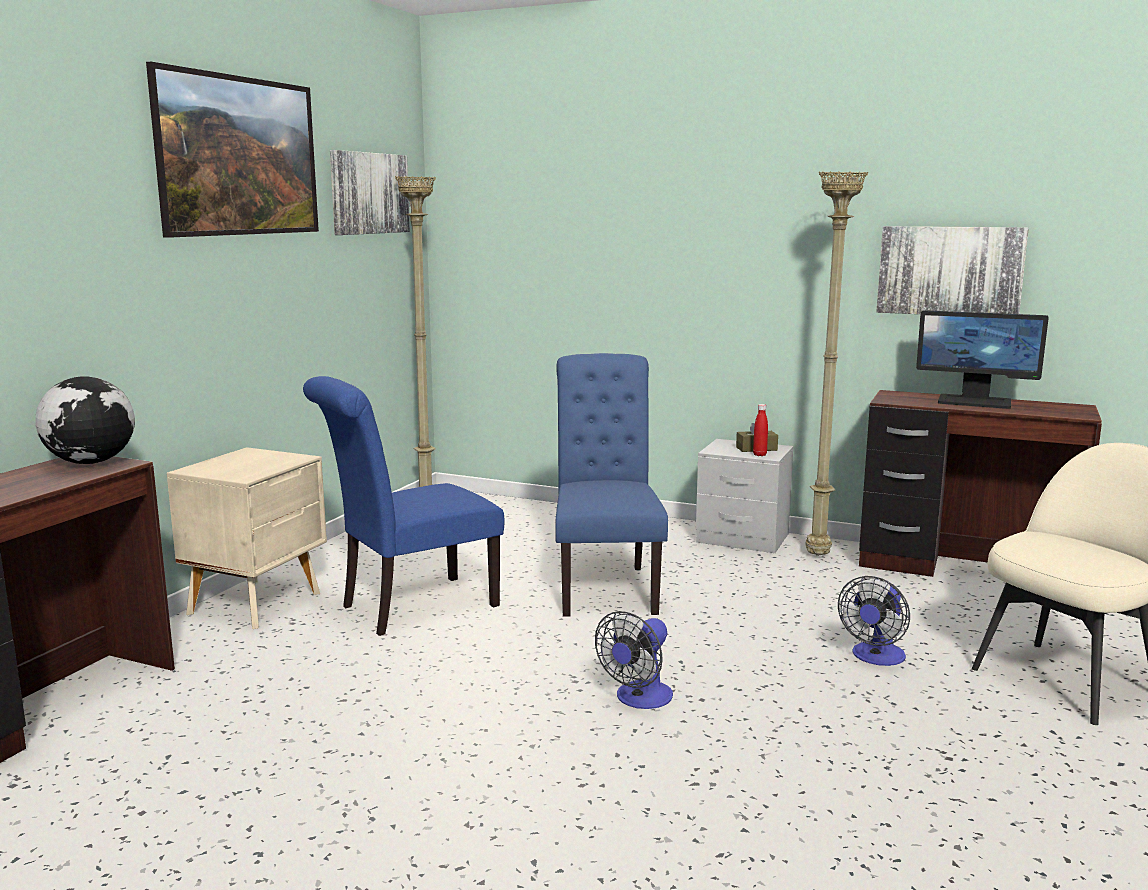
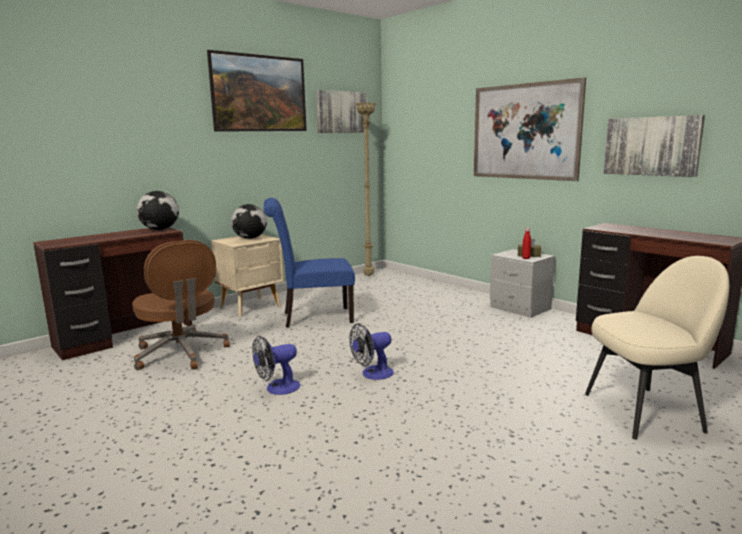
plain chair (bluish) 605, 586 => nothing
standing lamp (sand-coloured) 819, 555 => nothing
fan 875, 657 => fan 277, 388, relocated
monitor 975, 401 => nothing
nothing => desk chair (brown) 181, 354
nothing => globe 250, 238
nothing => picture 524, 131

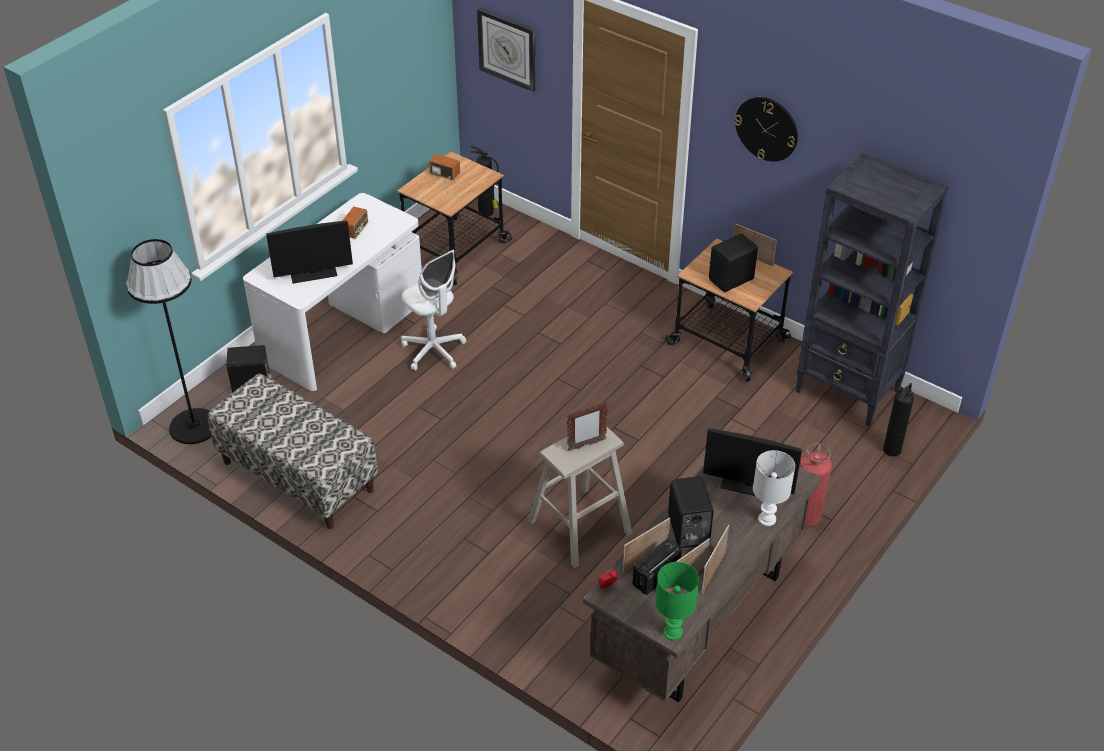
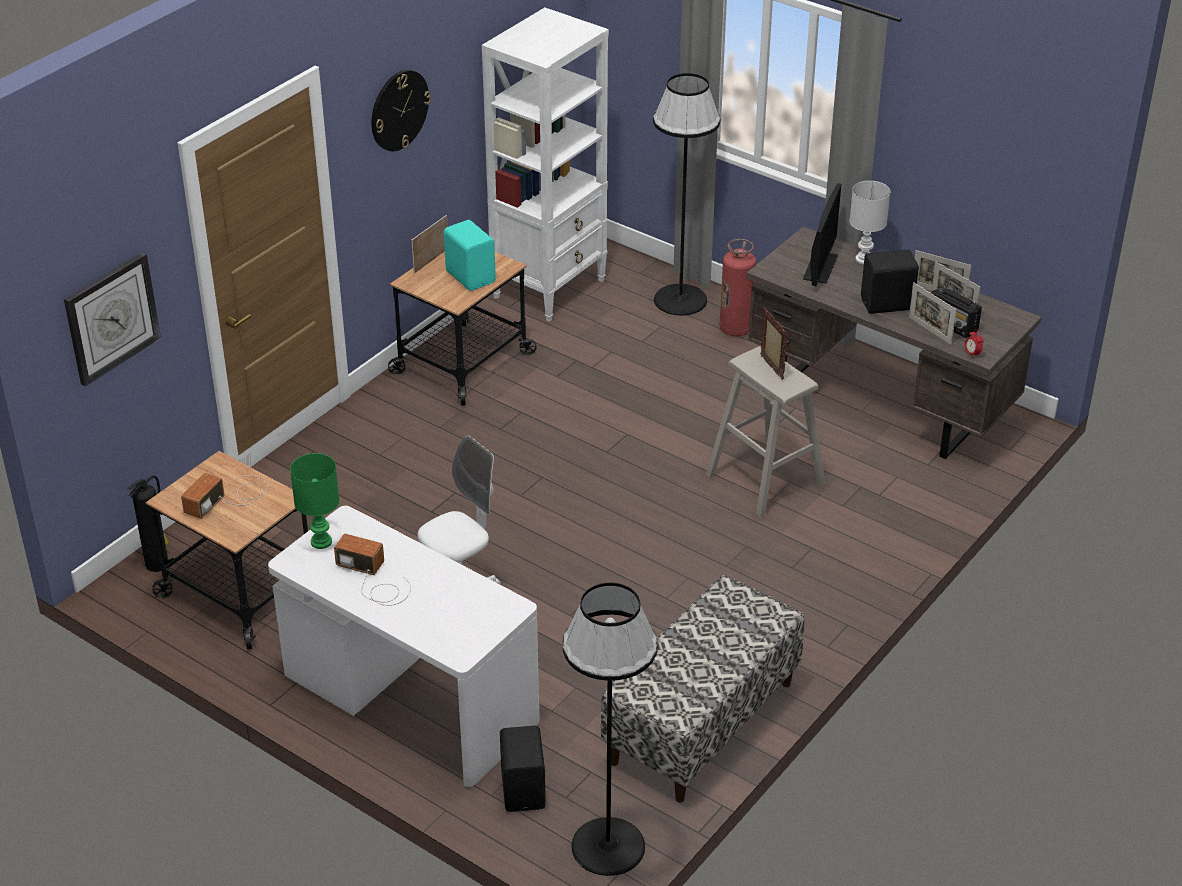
monitor 313, 273 => nothing
lamp for a table (green) 672, 633 => lamp for a table (green) 321, 542, relocated
loudspeaker (black) 732, 280 => loudspeaker (blue-green) 471, 276
bookshelf (black) 848, 391 => bookshelf (white-coloured) 550, 288
fire extinguisher 892, 449 => nothing
nothing => standing lamp (black) 680, 300

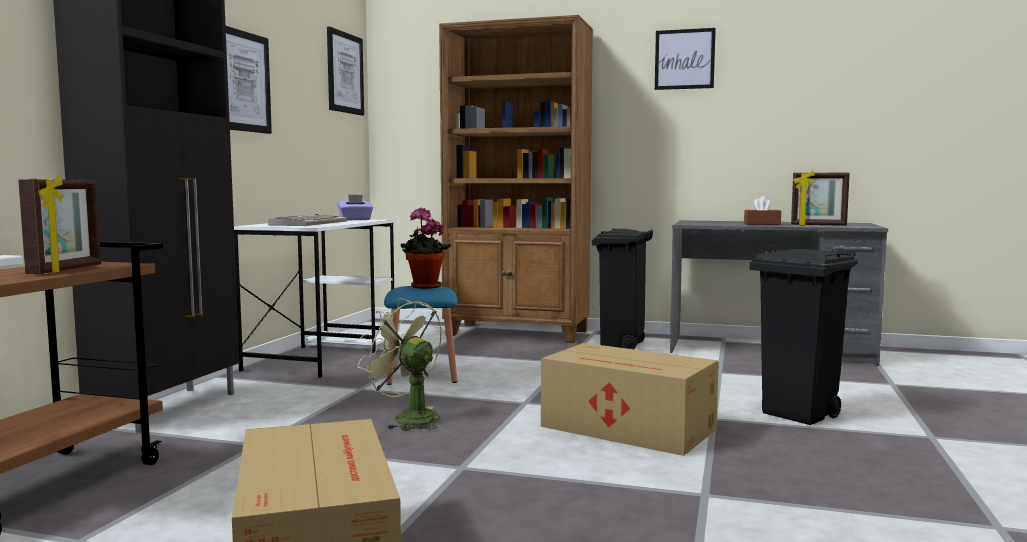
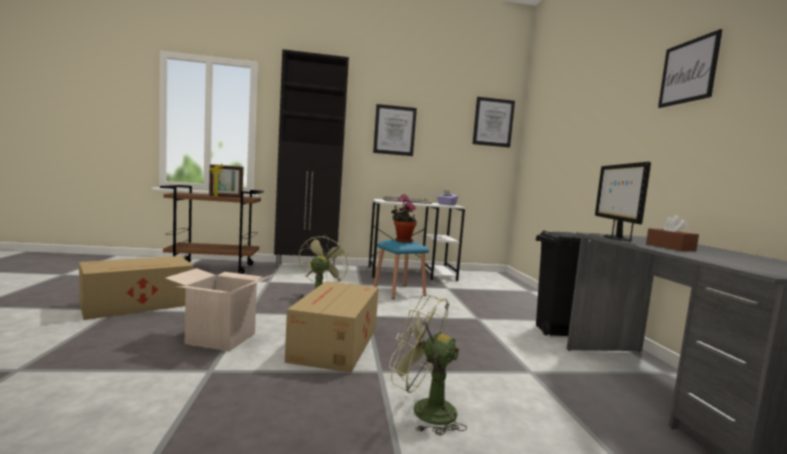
bookshelf (brown) 518, 333 => nothing
trash can (black) 799, 415 => fan (green) 424, 410
photo frame 818, 225 => nothing
nothing => cardboard box 221, 338
nothing => monitor 615, 238

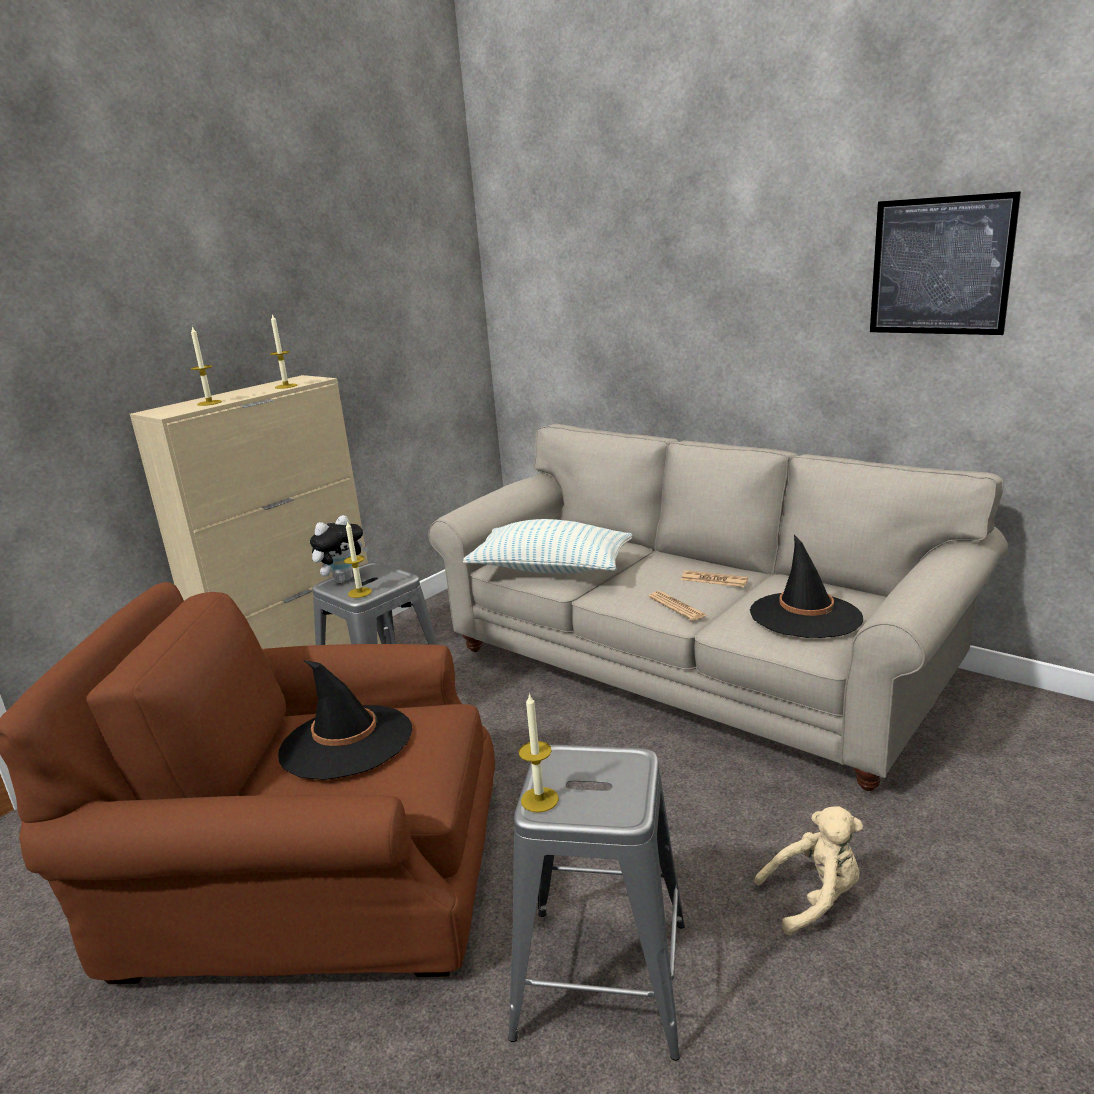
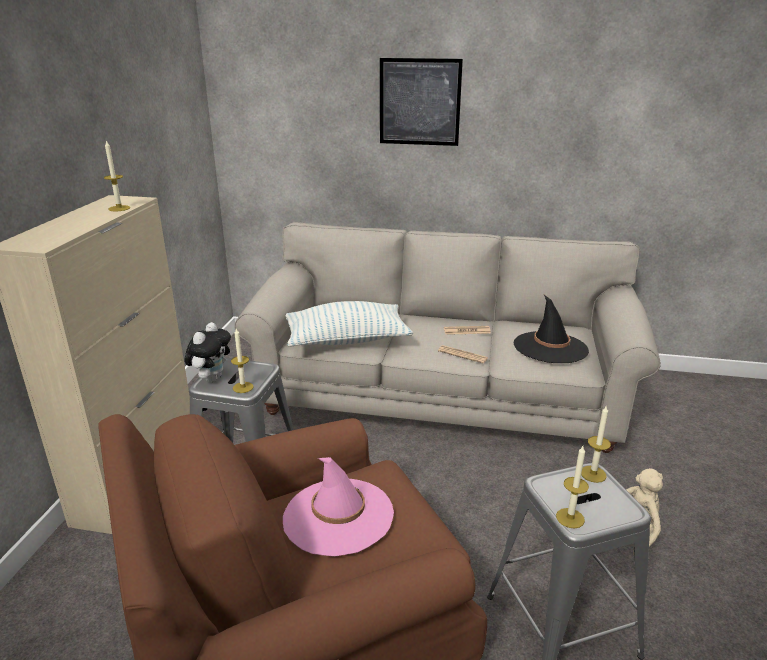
wax light 209, 403 => wax light 593, 474, relocated
clothing hat (black) 346, 742 => clothing hat (pink-coloured) 338, 516
picture 940, 266 => picture 419, 102, relocated

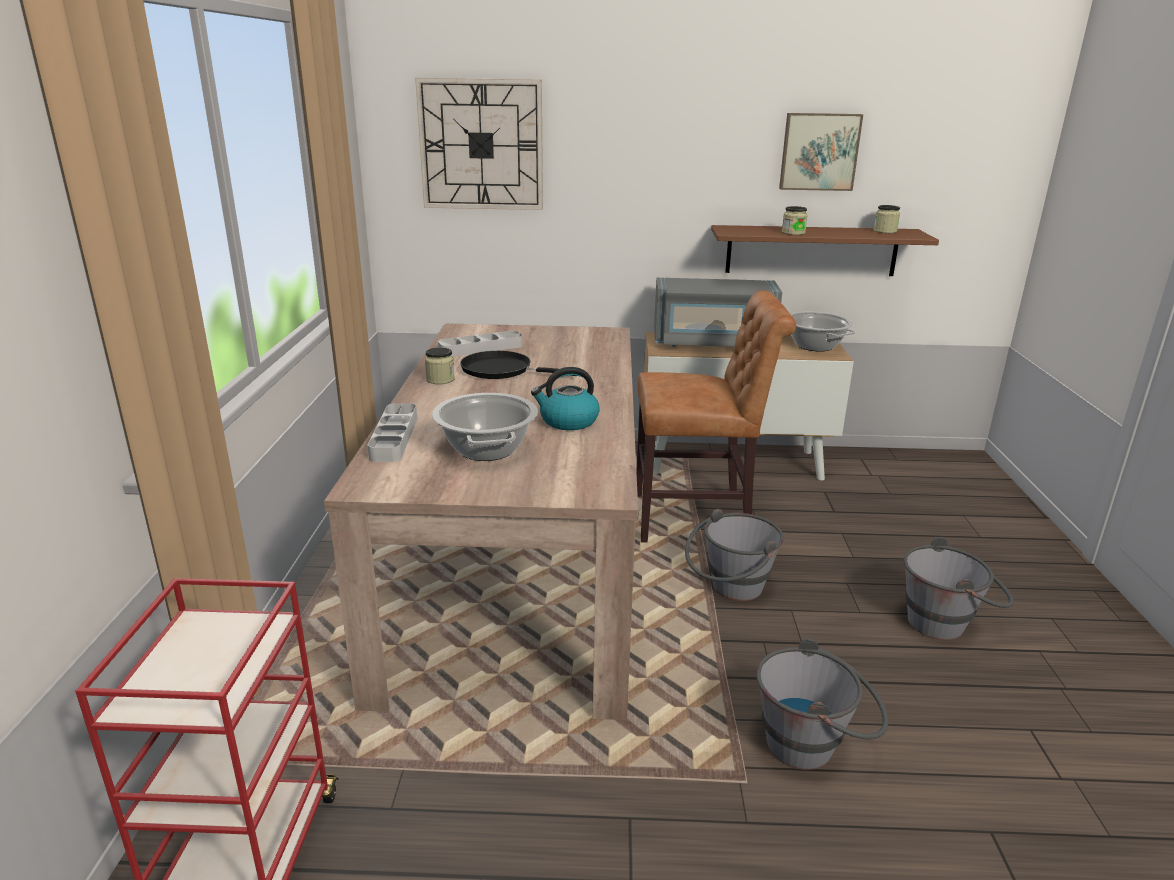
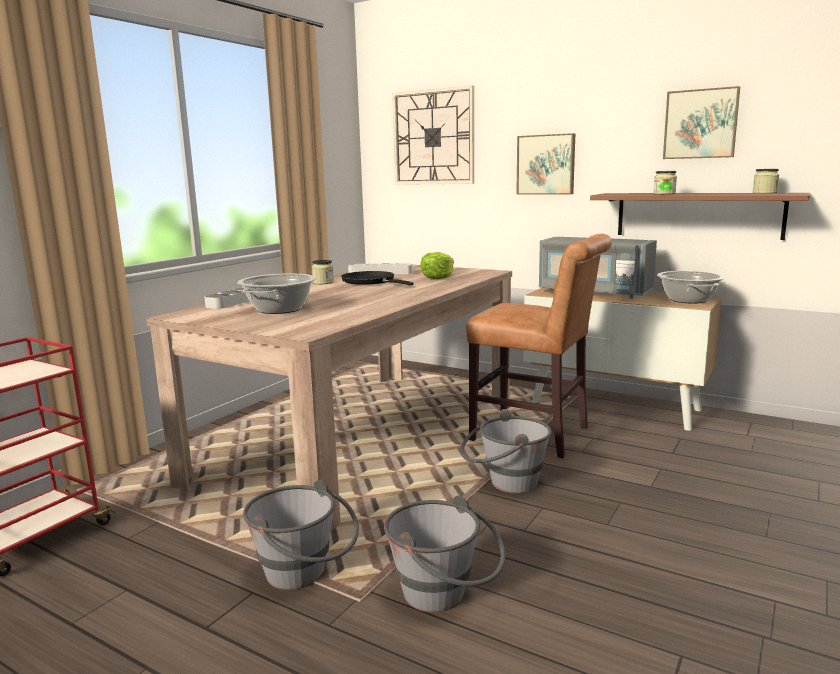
kettle 568, 421 => nothing
bucket (greyish) 947, 623 => bucket (greyish) 305, 576, relocated
nothing => head of lettuce 438, 277
nothing => picture 546, 164

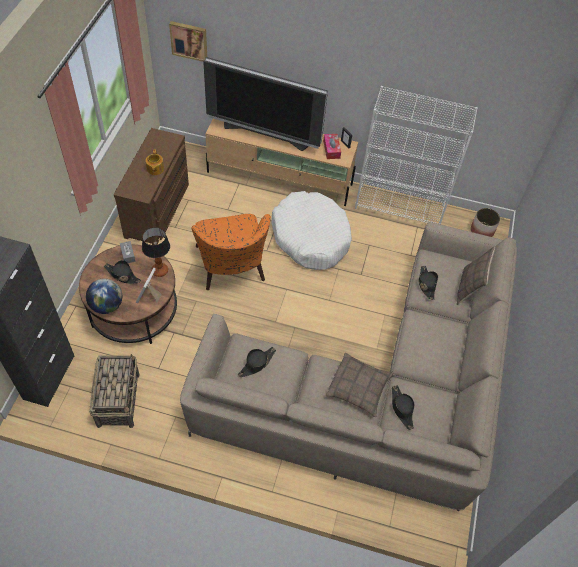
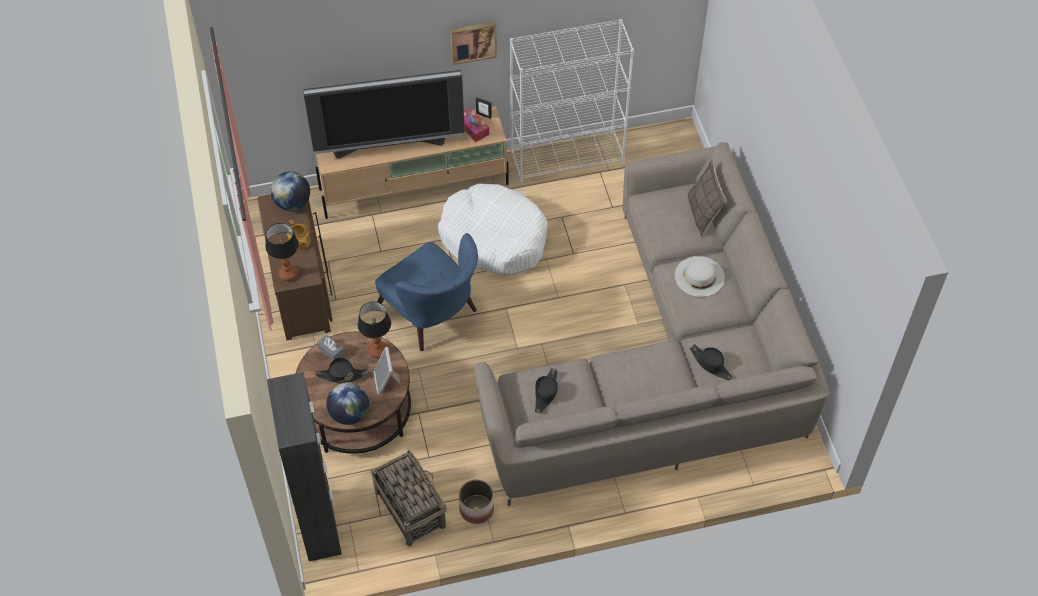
picture 189, 40 => picture 473, 41, relocated
easy chair (orange) 231, 270 => easy chair (bluish) 433, 316
cushion 358, 387 => nothing
clothing hat (black) 426, 284 => nothing
plant pot 482, 231 => plant pot 477, 509, relocated
nothing => lamp for a table 288, 273
nothing => globe 292, 203
nothing => clothing hat (white-coloured) 699, 276

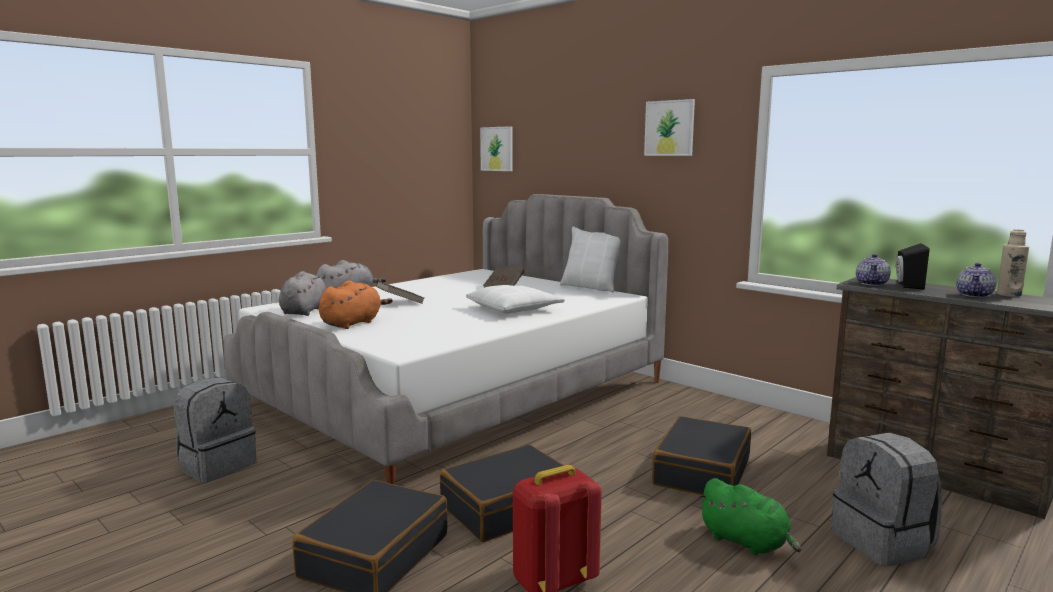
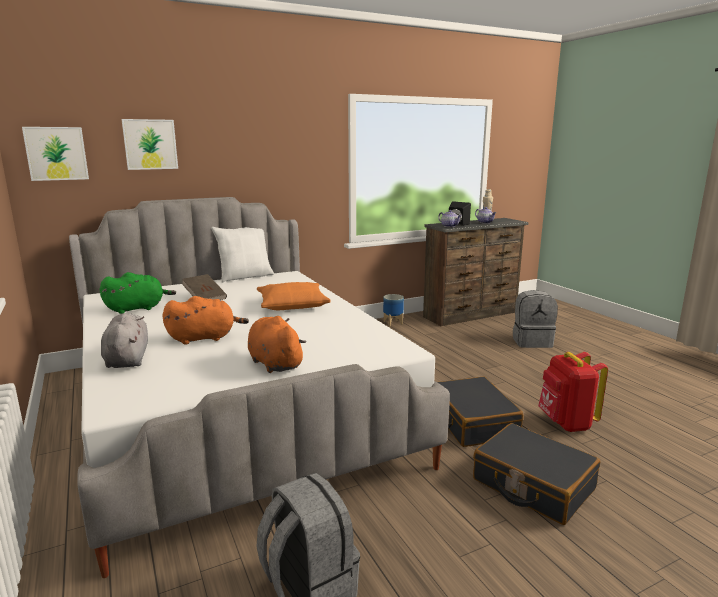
soft toy (greyish) 304, 311 => nothing
book (brown) 400, 303 => soft toy (orange) 204, 338
cushion (white-coloured) 514, 309 => cushion (orange) 292, 304
picture 669, 128 => picture 150, 144, relocated
travel case (black) 701, 472 => nothing
soft toy (green) 747, 542 => soft toy (green) 137, 308, relocated
nothing => plant pot 393, 323

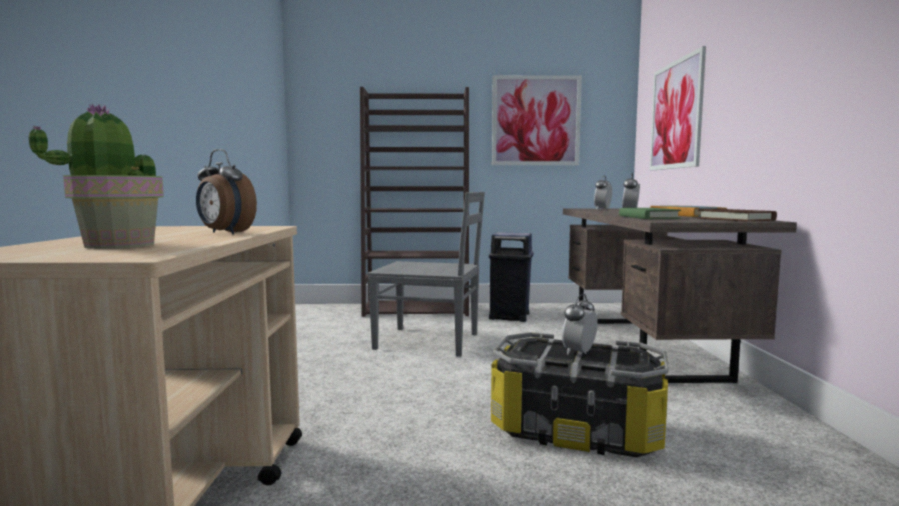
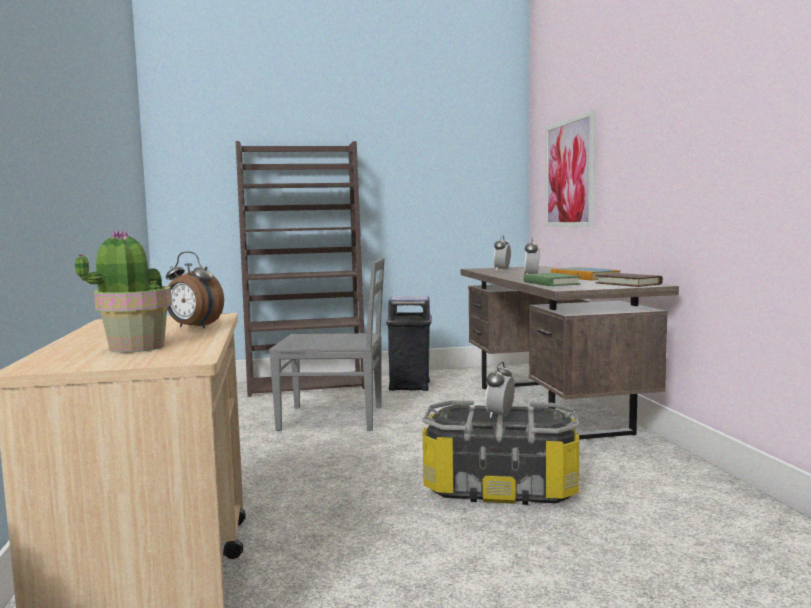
picture 536, 121 => nothing

